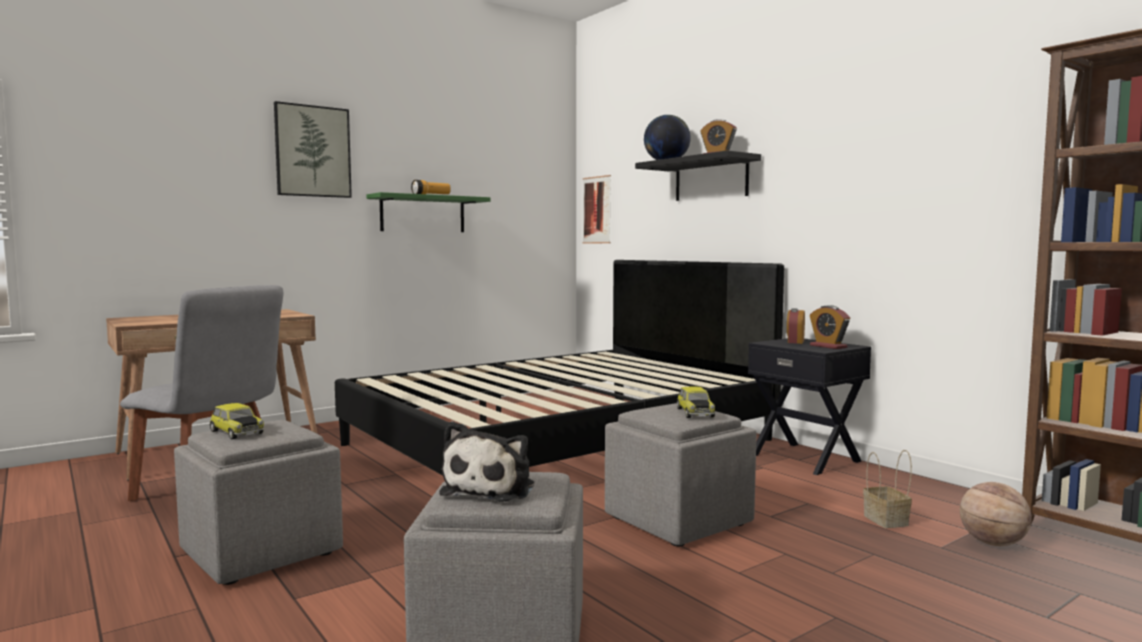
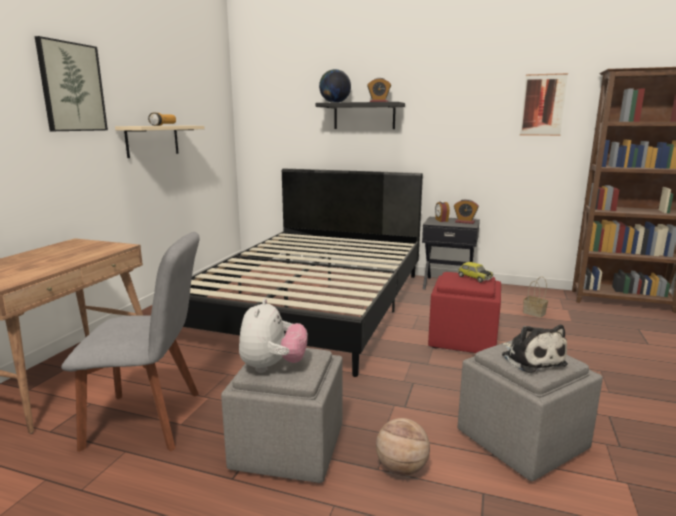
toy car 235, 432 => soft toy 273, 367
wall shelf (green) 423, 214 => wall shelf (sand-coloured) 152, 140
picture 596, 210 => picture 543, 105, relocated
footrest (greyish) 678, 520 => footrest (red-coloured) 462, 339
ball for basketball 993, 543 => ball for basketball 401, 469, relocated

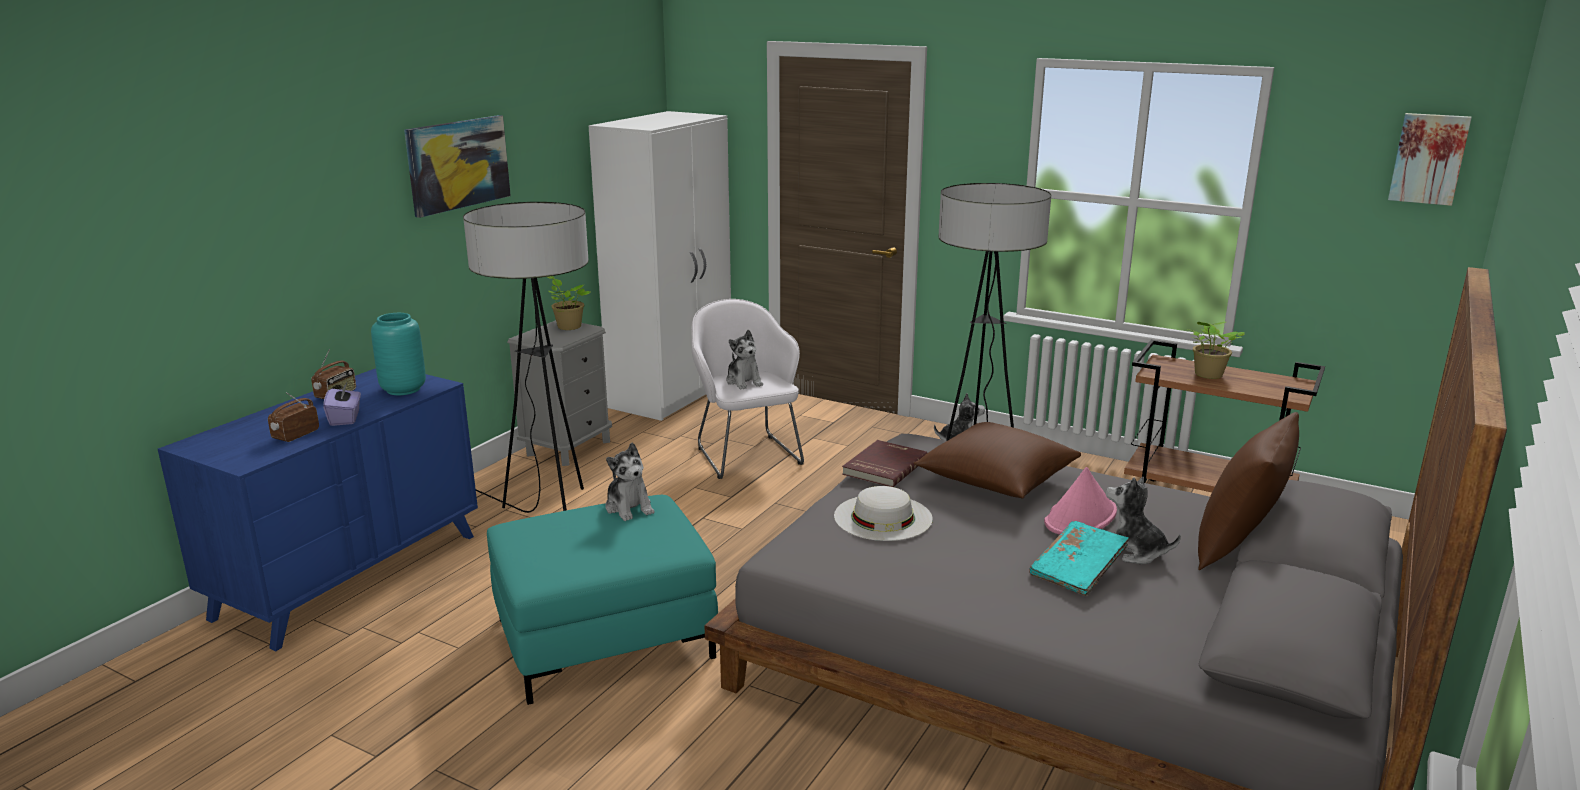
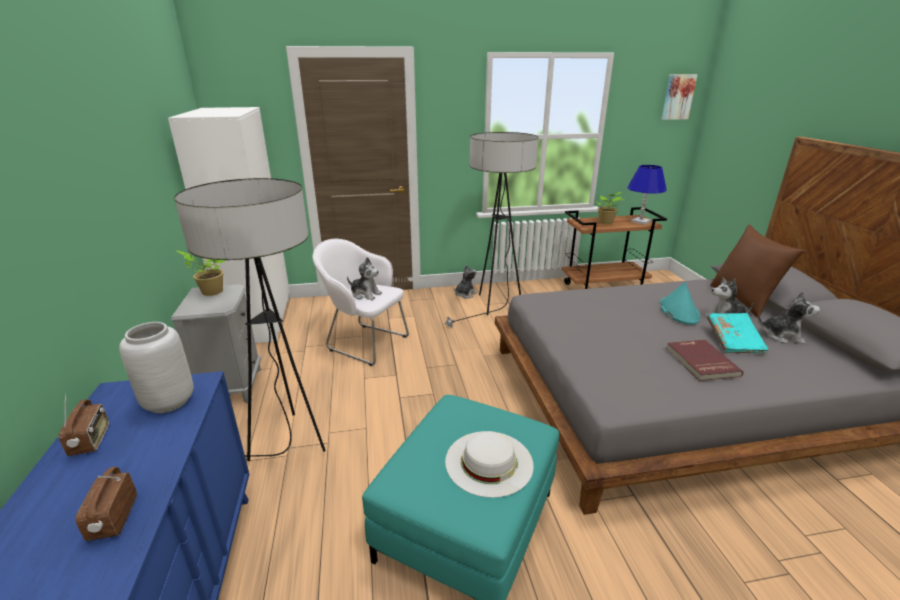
tissue box (purple) 345, 418 => nothing
flower vase (blue-green) 404, 389 => flower vase (greyish) 169, 401
picture 458, 164 => nothing
soft toy 629, 507 => soft toy 781, 336, relocated
clothing hat (white-coloured) 883, 517 => clothing hat (white-coloured) 489, 462, relocated
book (red-coloured) 883, 466 => book (red-coloured) 700, 362, relocated
cushion (brown) 996, 479 => nothing
clothing hat (pink-coloured) 1080, 517 => clothing hat (blue-green) 678, 311
nothing => lamp for a table (bluish) 640, 221

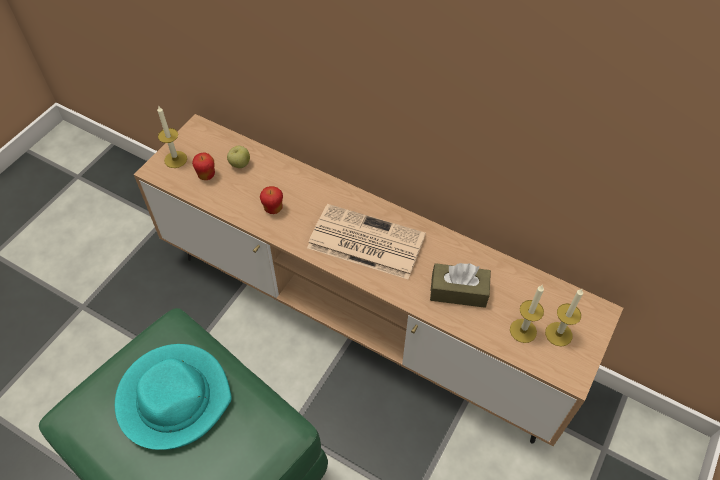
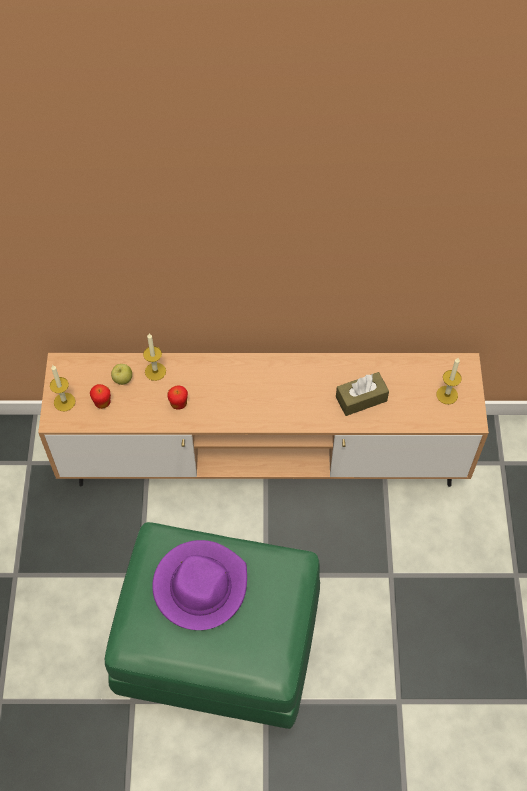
clothing hat (blue-green) 174, 397 => clothing hat (purple) 200, 586
daily paper 364, 242 => nothing
wax light 523, 330 => wax light 155, 371, relocated

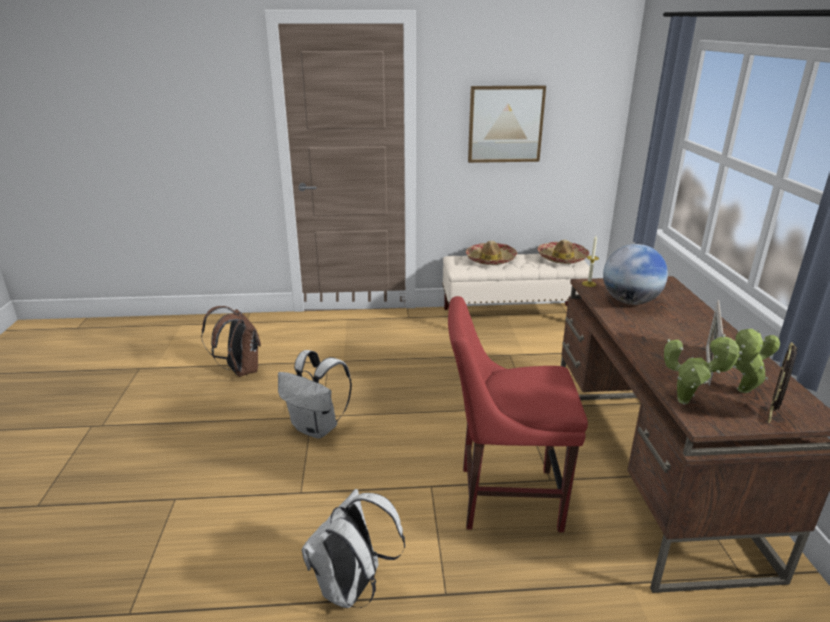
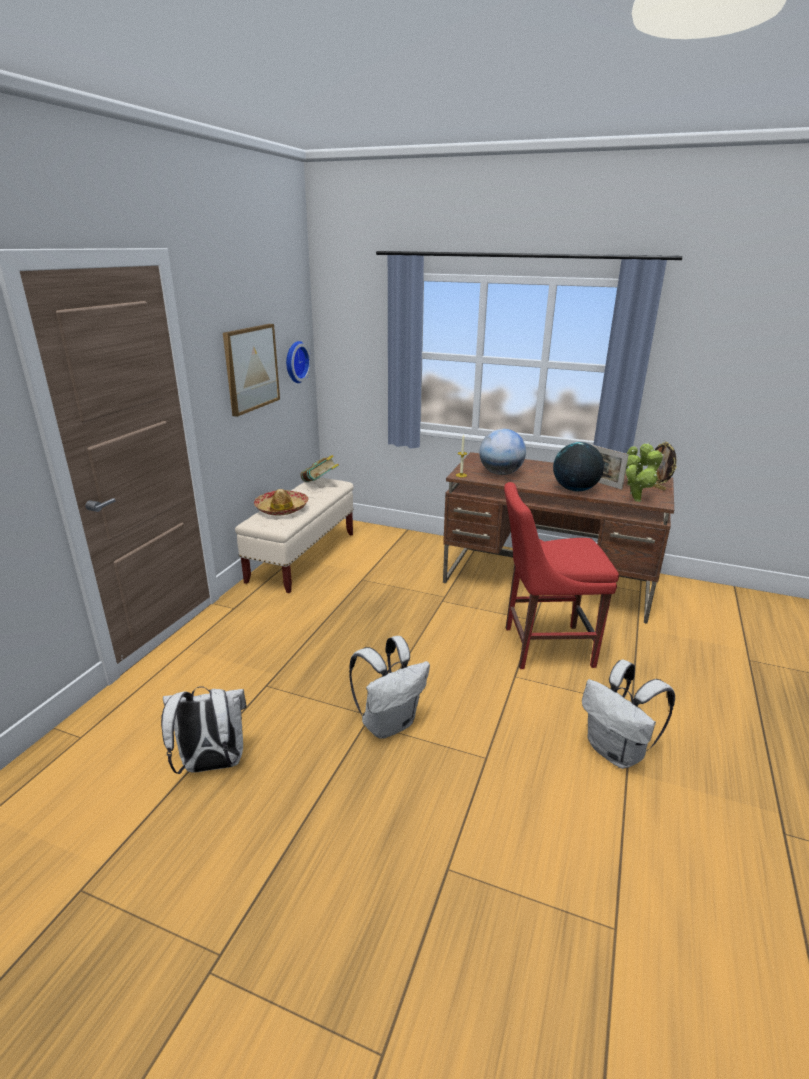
knapsack (brown) 240, 370 => knapsack (white-coloured) 211, 765
plain chair (red-coloured) 503, 497 => plain chair (red-coloured) 543, 646, 60 degrees clockwise
clothing hat 562, 258 => book 320, 484
nothing => wall clock 295, 362
nothing => globe 575, 489

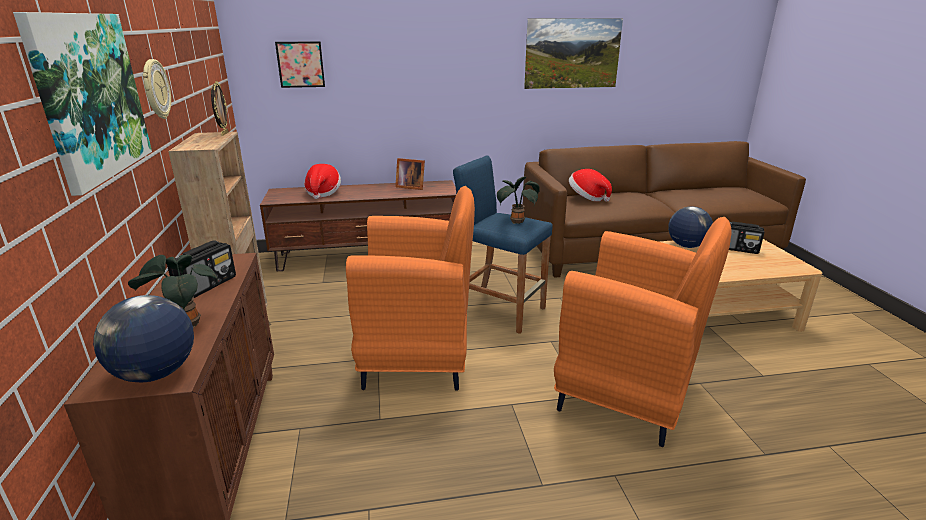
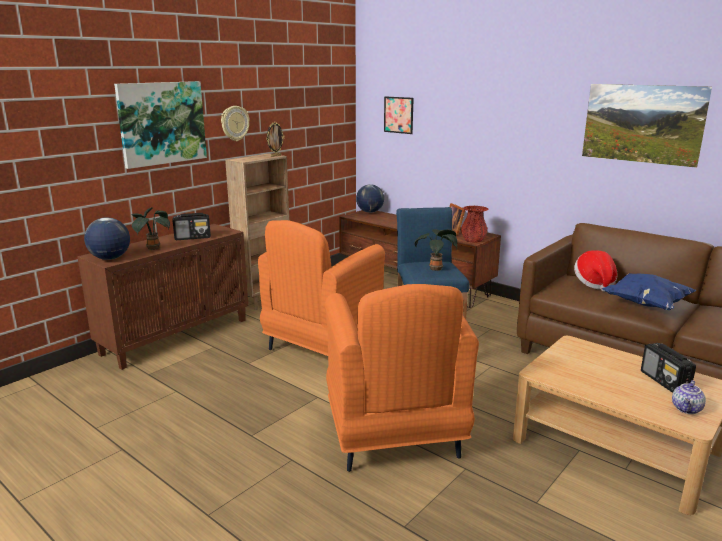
clothing hat 323, 193 => nothing
easy chair (orange) 418, 357 => easy chair (orange) 322, 348, 75 degrees clockwise
globe 686, 246 => globe 370, 212, relocated
nothing => flower vase (red-coloured) 473, 240
nothing => cushion (bluish) 645, 304
nothing => pot for tea 687, 409

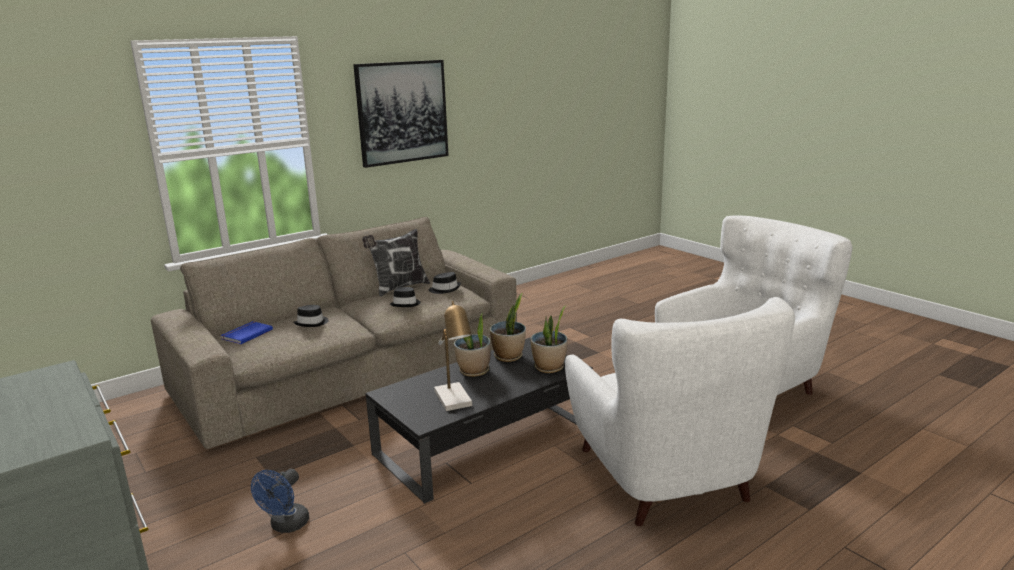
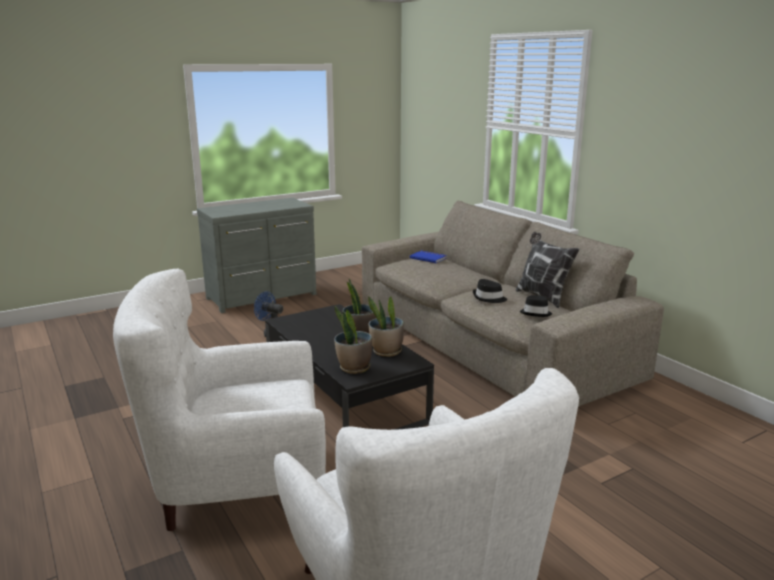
clothing hat (black) 312, 323 => nothing
picture 402, 112 => nothing
lamp for a table 455, 401 => nothing

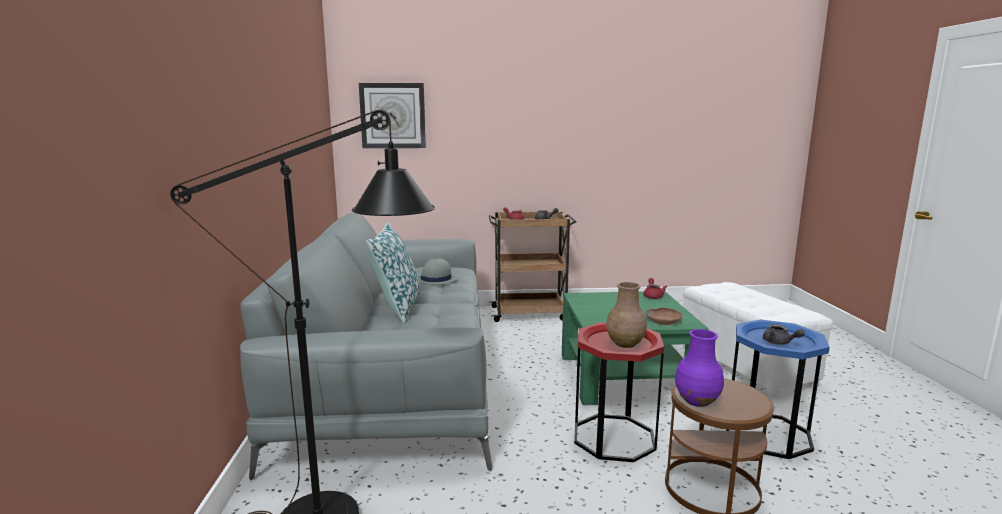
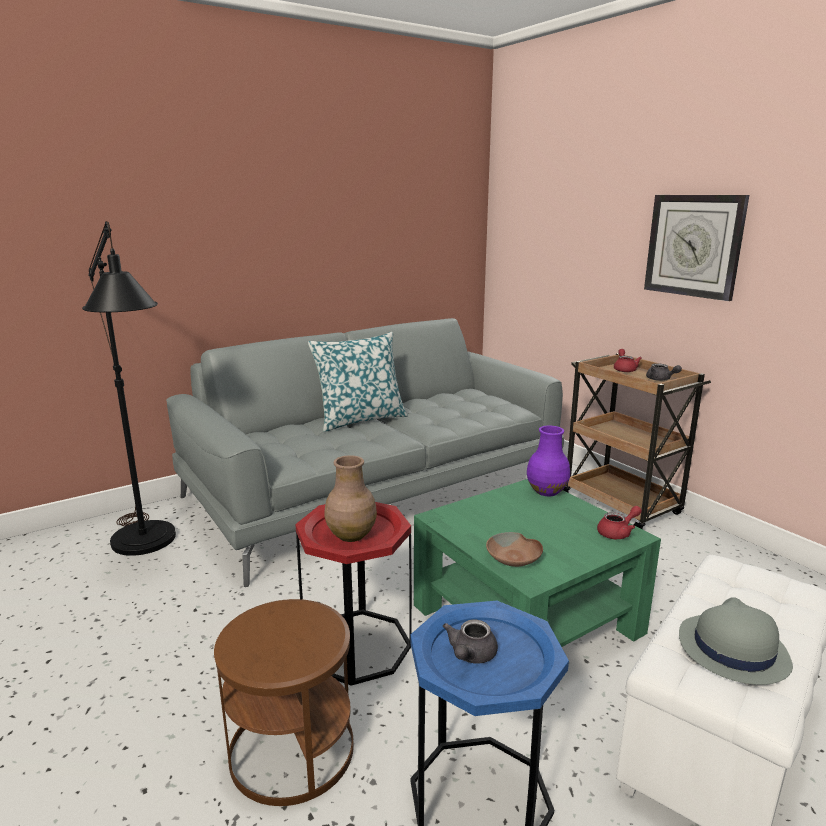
wall clock 393, 116 => wall clock 694, 245, relocated
clothing hat (greyish) 435, 279 => clothing hat (greyish) 732, 649, relocated
flower vase (purple) 697, 400 => flower vase (purple) 547, 491, relocated

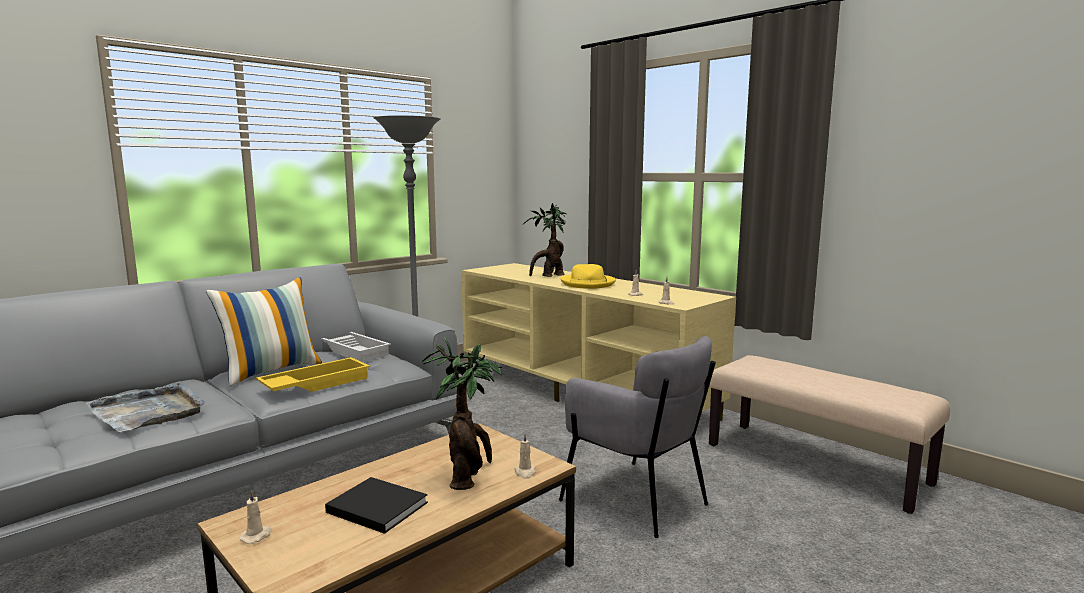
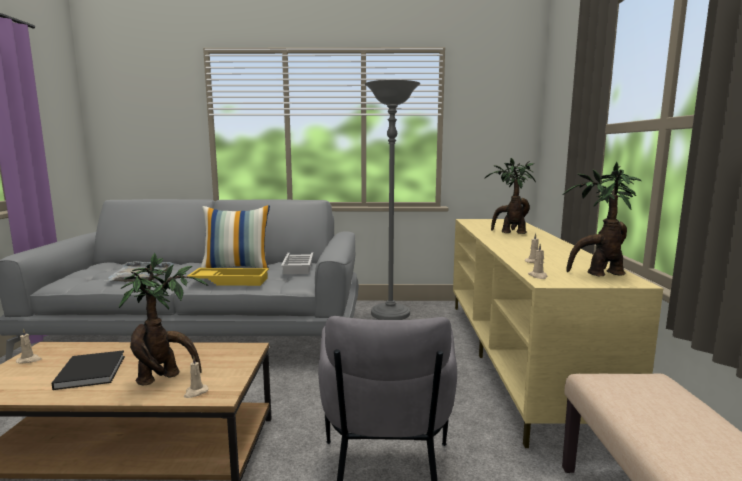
clothing hat (yellow) 588, 284 => nothing
nothing => potted plant 599, 274

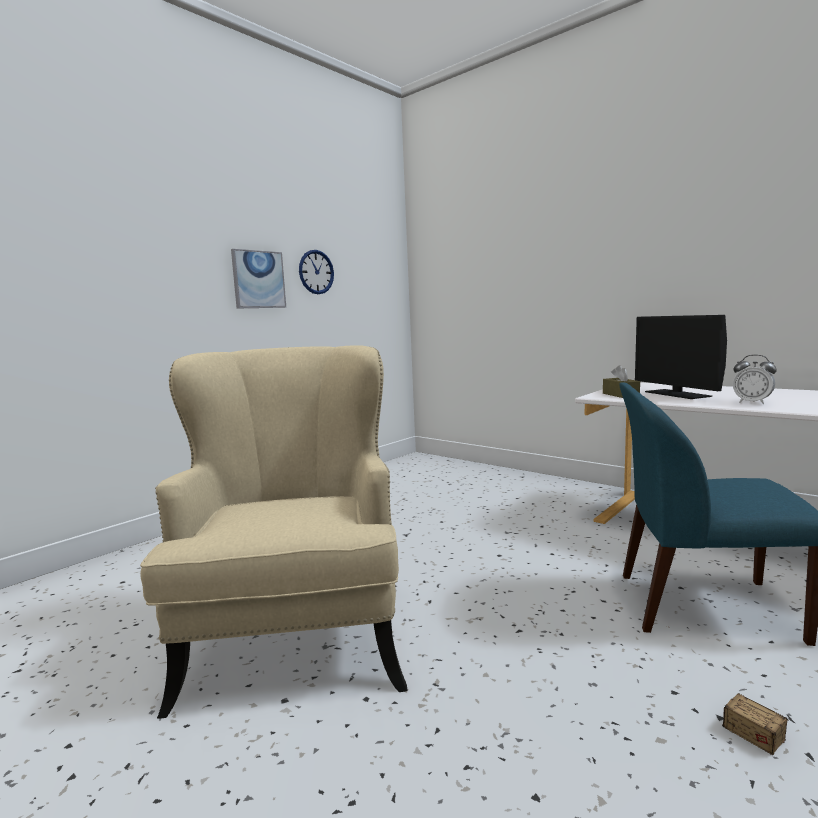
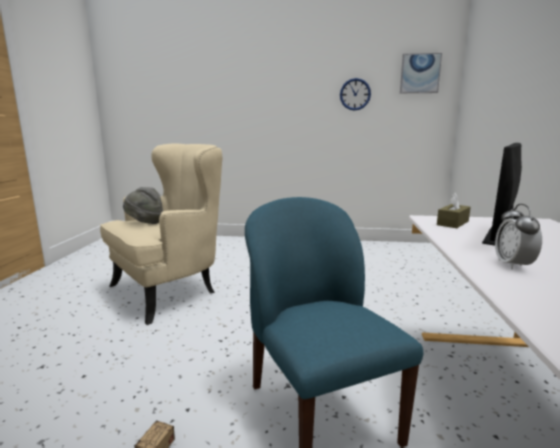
picture 258, 279 => picture 420, 73, relocated
nothing => clothing hat (greyish) 145, 222

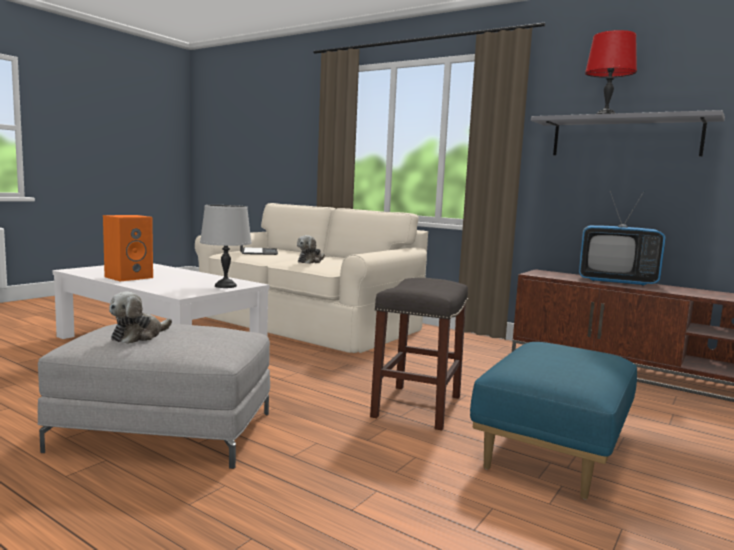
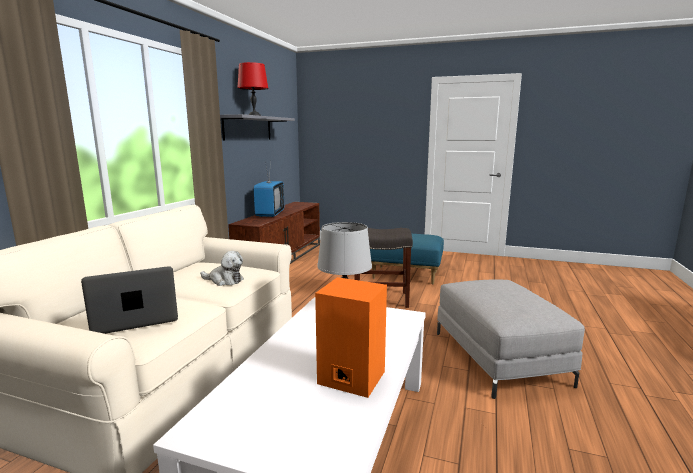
soft toy 139, 336 => nothing

